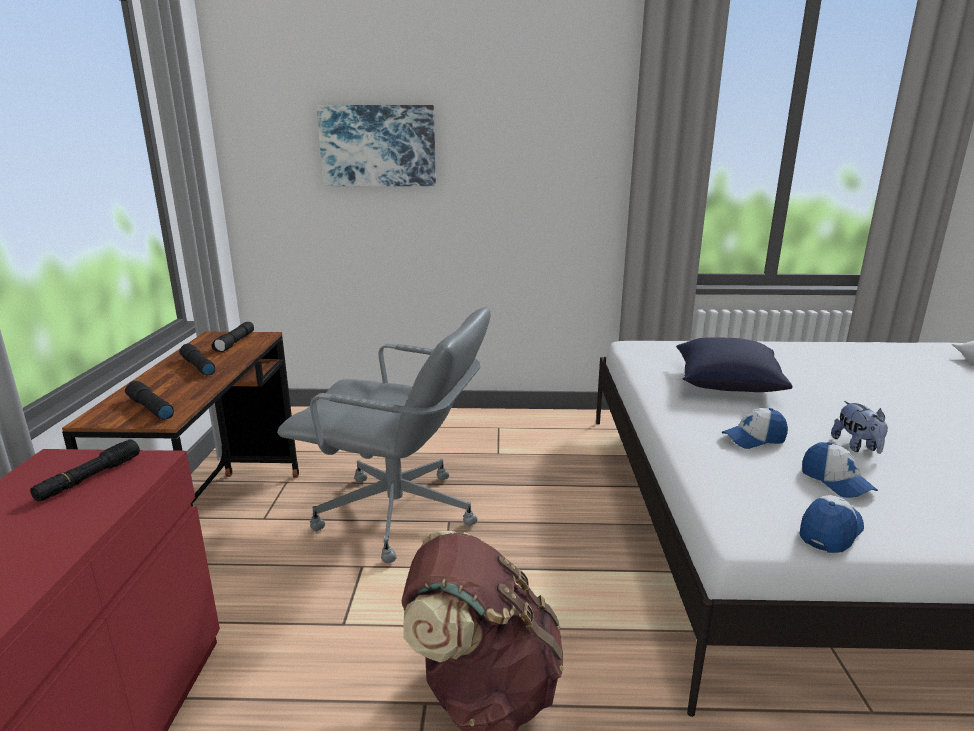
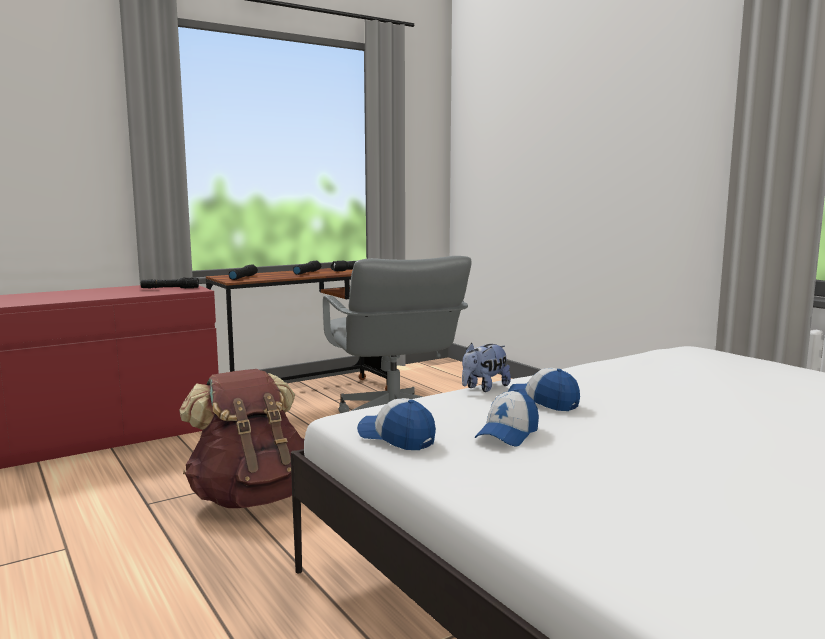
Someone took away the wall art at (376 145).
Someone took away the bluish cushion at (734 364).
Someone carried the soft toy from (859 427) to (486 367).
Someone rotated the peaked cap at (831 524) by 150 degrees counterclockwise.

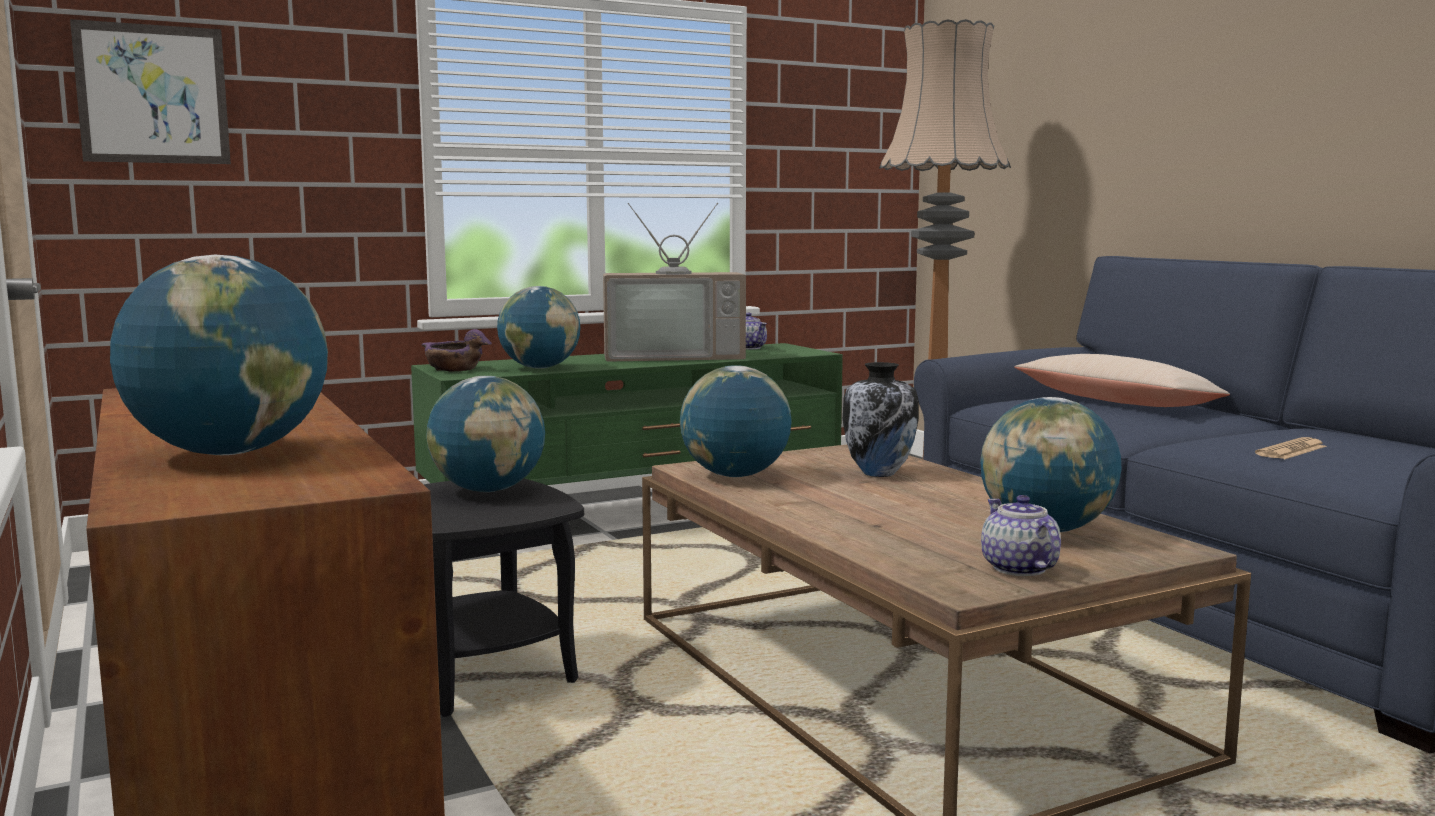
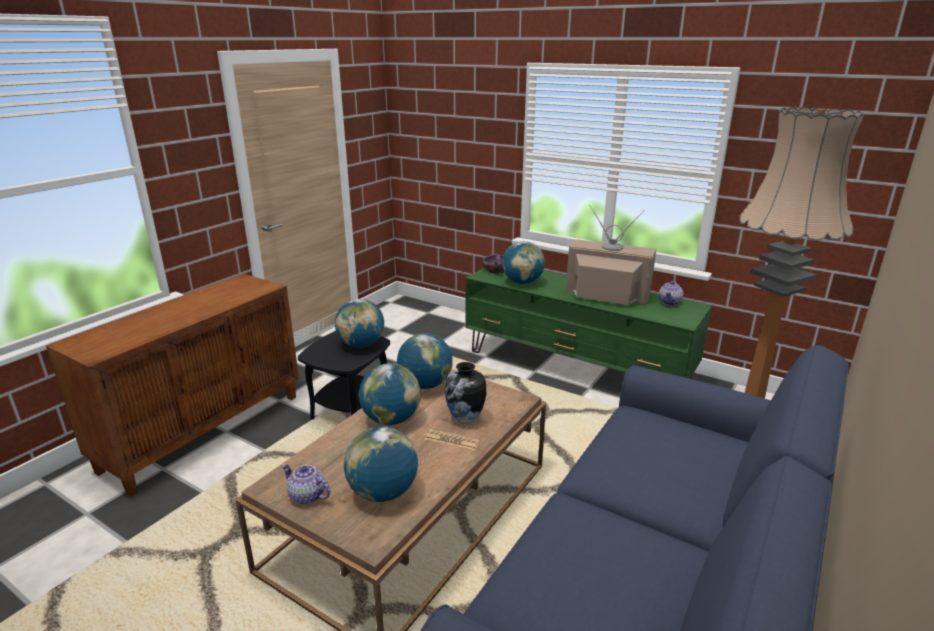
Someone took away the wall art at (150 91).
Someone took away the sand-coloured cushion at (1122 380).
Someone carried the world globe from (219 355) to (390 394).
Someone carried the newspaper from (1291 448) to (452 440).
Someone rotated the TV at (674 282) by 150 degrees clockwise.
Someone rotated the pot for tea at (1021 535) by 105 degrees counterclockwise.

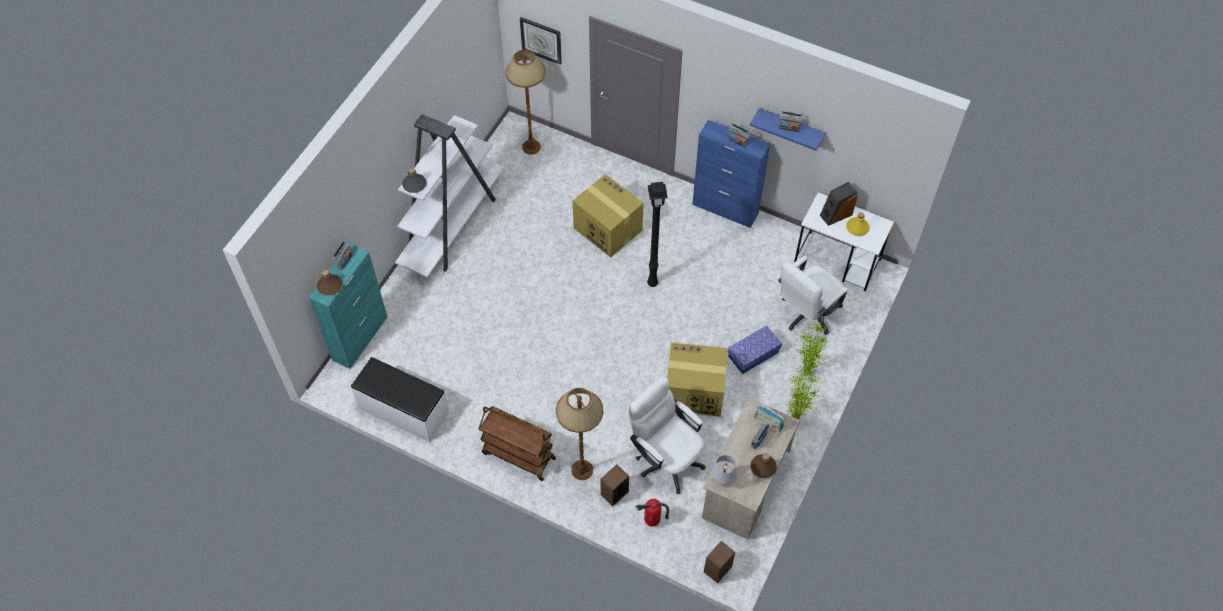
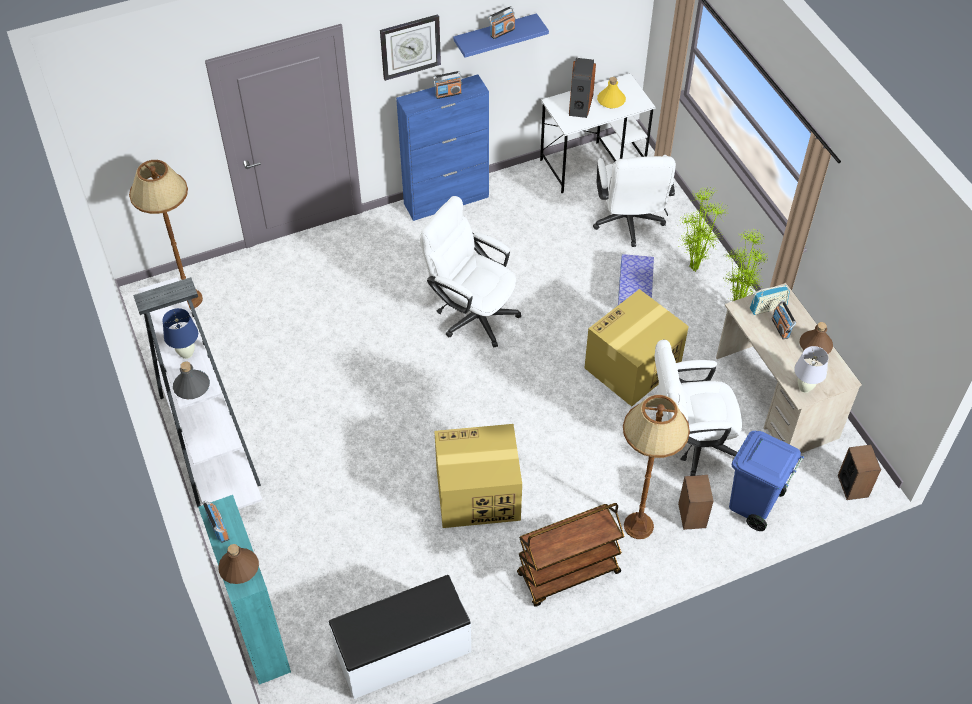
Someone put down the bluish table lamp at (180 333).
Someone carried the hanging clock from (541 41) to (410 47).
Someone carried the packing box from (608 216) to (478 476).
Someone swapped the fire extinguisher at (652 513) for the bluish waste bin at (766 481).
Someone swapped the blackish standing lamp at (657 234) for the whitish office chair at (470 272).

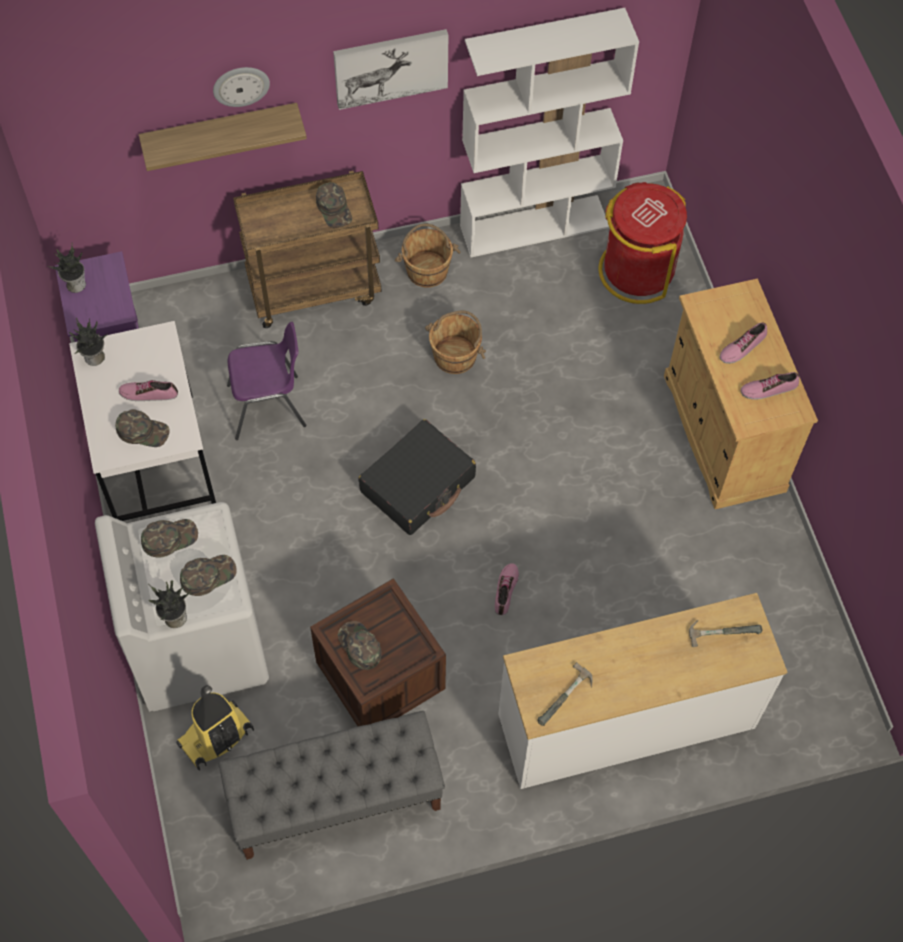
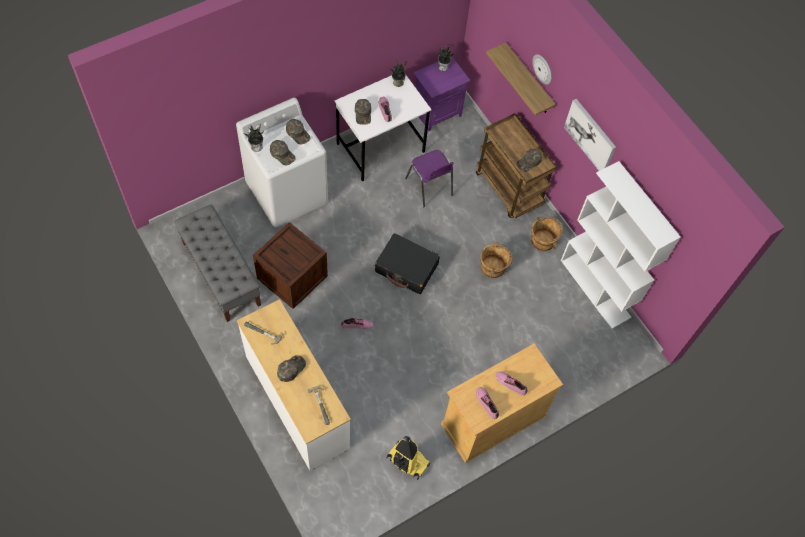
Someone took away the red-coloured waste bin at (642 243).
Someone carried the hoover from (215 728) to (408 458).
Someone carried the green-coloured peaked cap from (359 645) to (291 368).

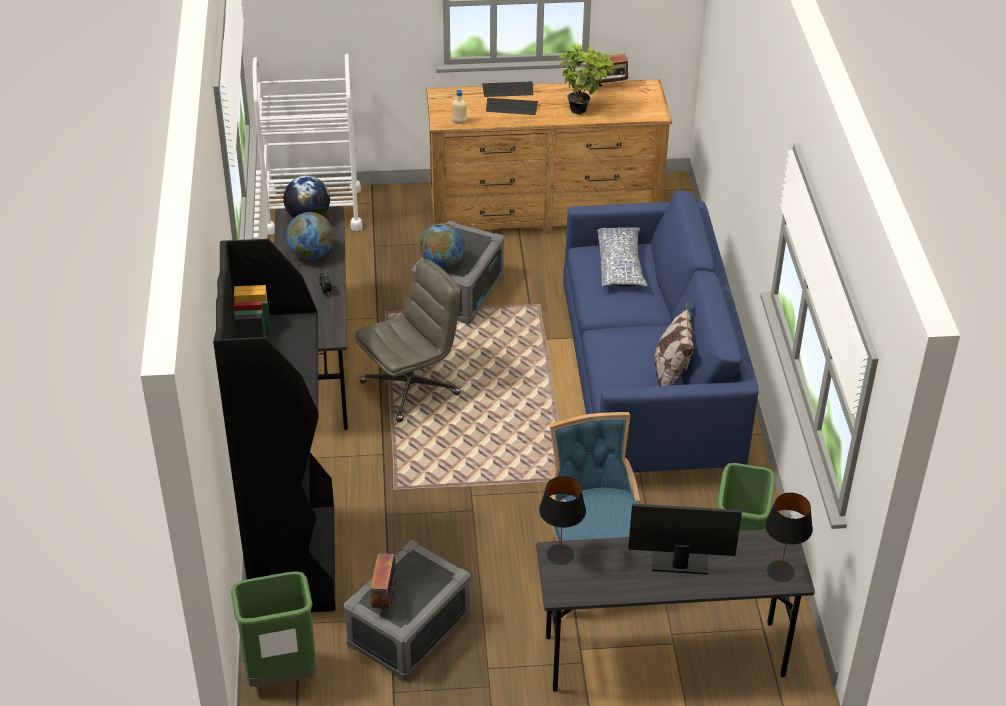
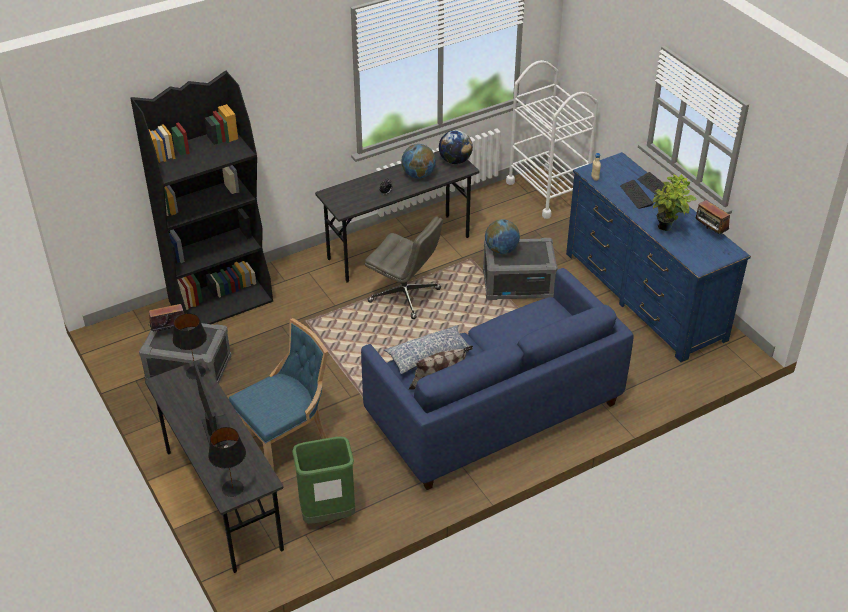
Someone took away the green-coloured waste bin at (274 629).
Someone carried the cushion from (622 257) to (428 349).
Someone repainted the brownish drawer chest at (549 156), which became the bluish drawer chest at (658 257).

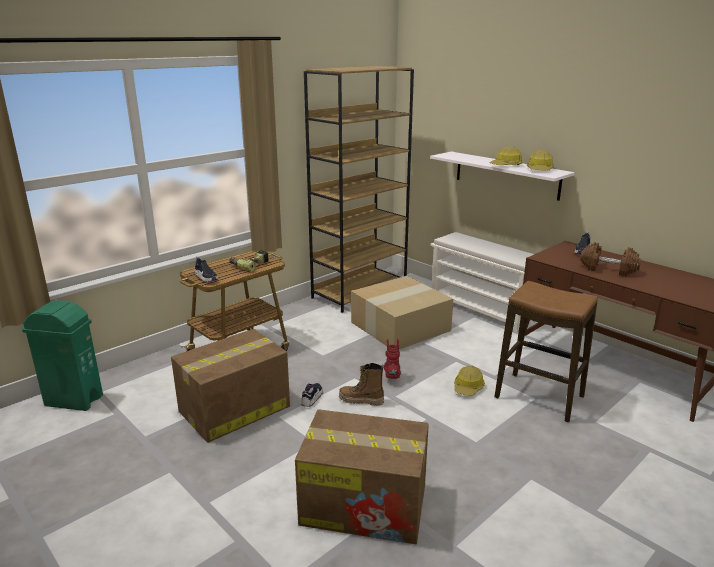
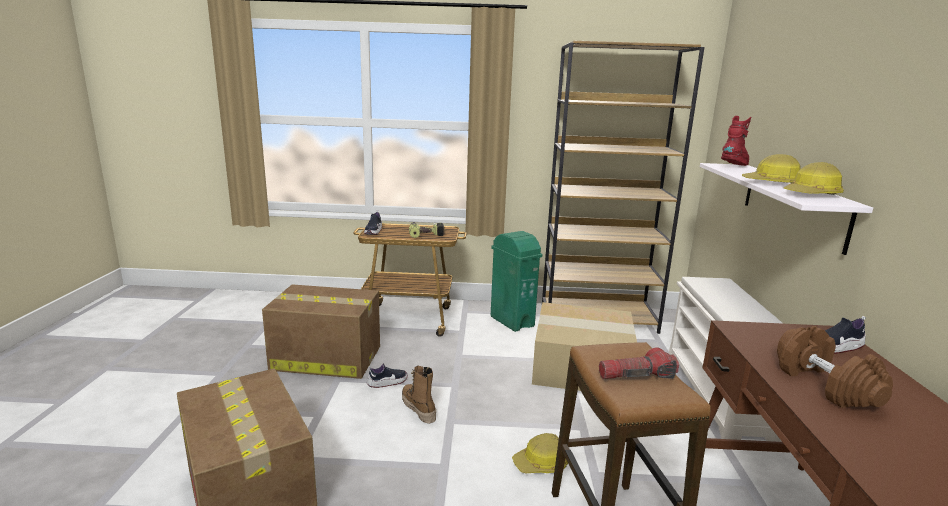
Someone put down the flashlight at (639 363).
Someone carried the green-coloured waste bin from (62 355) to (516 281).
Someone carried the red-coloured tall boot from (392 359) to (736 141).

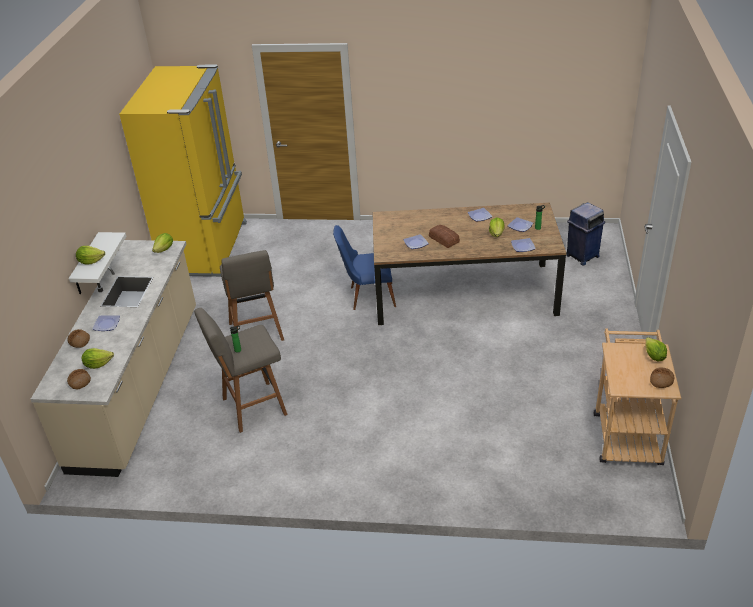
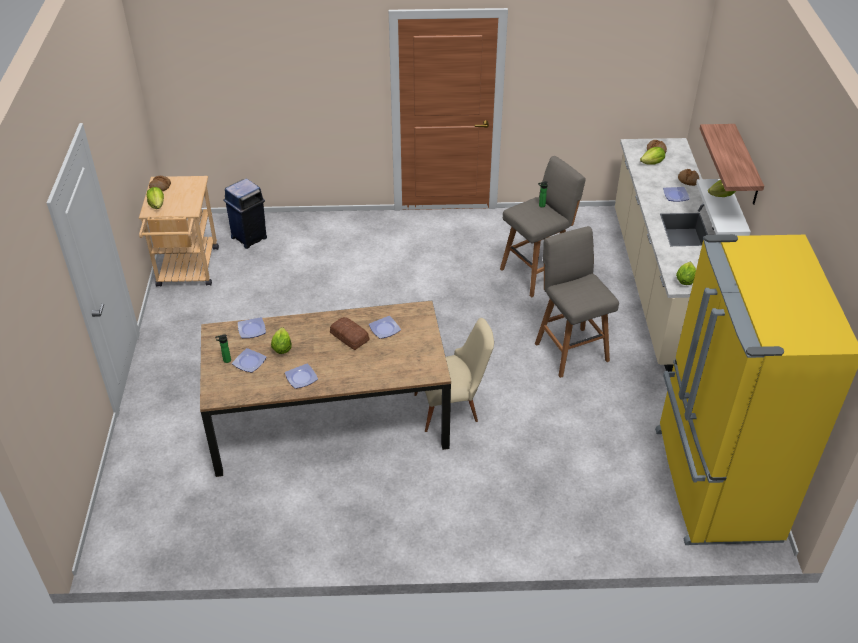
Someone put up the wall shelf at (731 164).
Someone carried the bluish waste bin from (585 233) to (245 213).
Someone repainted the bluish upright chair at (364 267), which became the sand-coloured upright chair at (454 375).

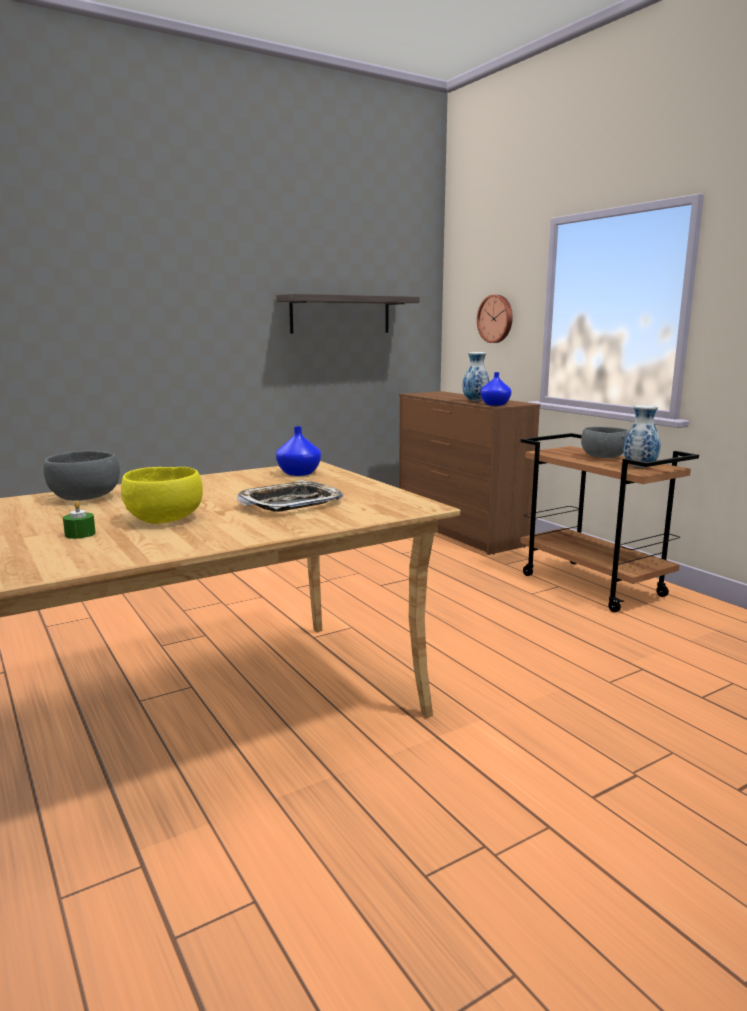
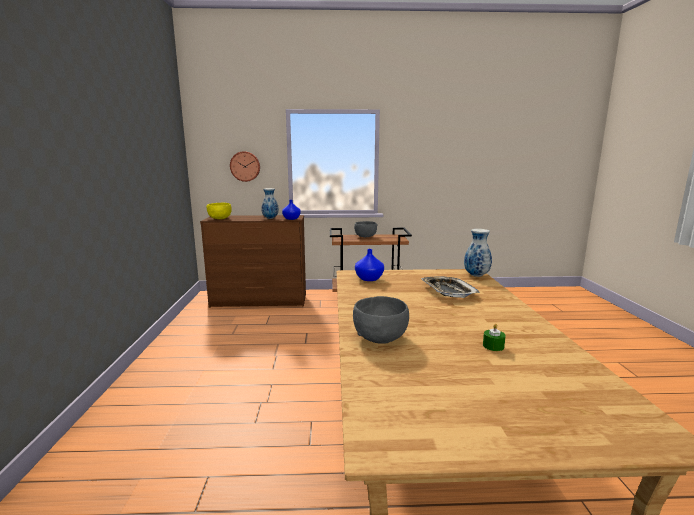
Someone took away the wall shelf at (348 314).
Someone carried the yellowish deep dish from (162 495) to (219 211).
Someone carried the flower vase from (641 436) to (478 253).

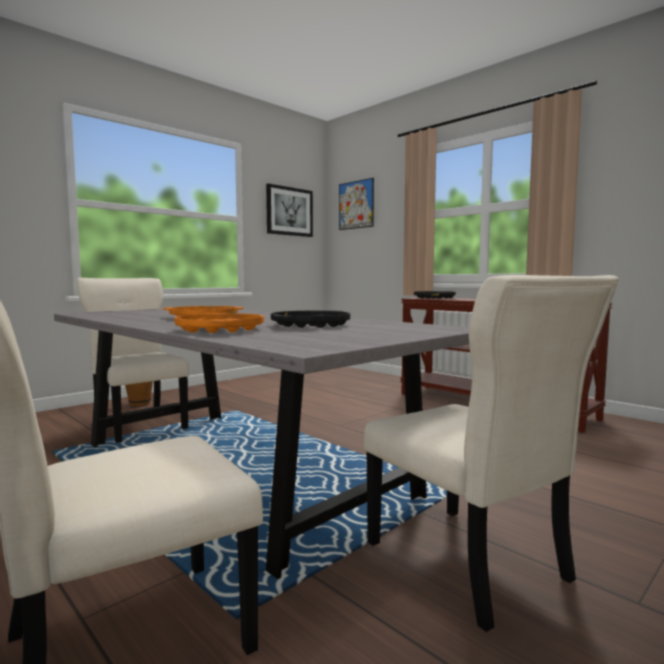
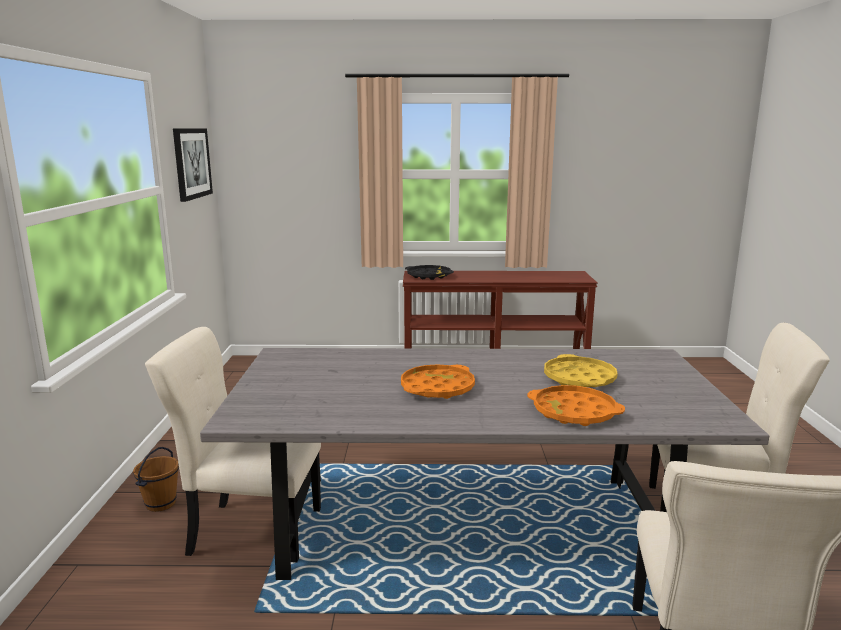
Someone took away the wall art at (356 204).
Someone repainted the blackish tray at (310 319), which became the yellowish tray at (581 370).

